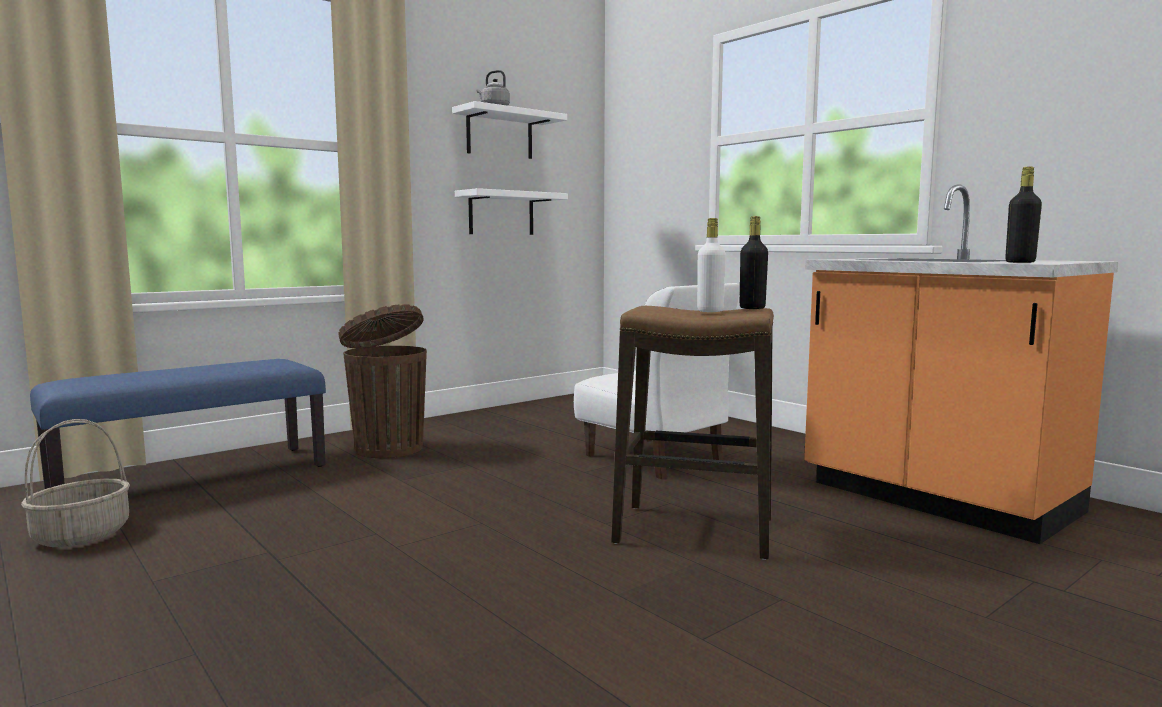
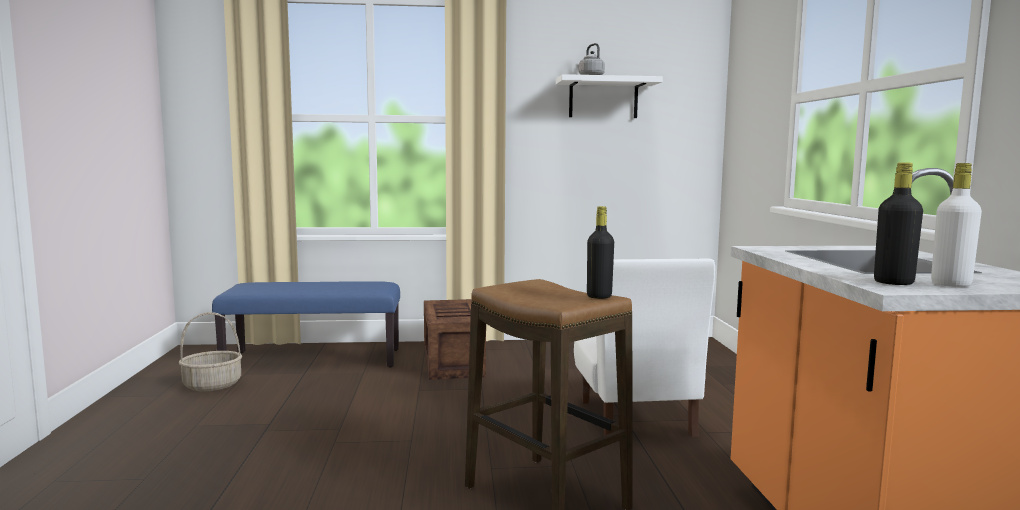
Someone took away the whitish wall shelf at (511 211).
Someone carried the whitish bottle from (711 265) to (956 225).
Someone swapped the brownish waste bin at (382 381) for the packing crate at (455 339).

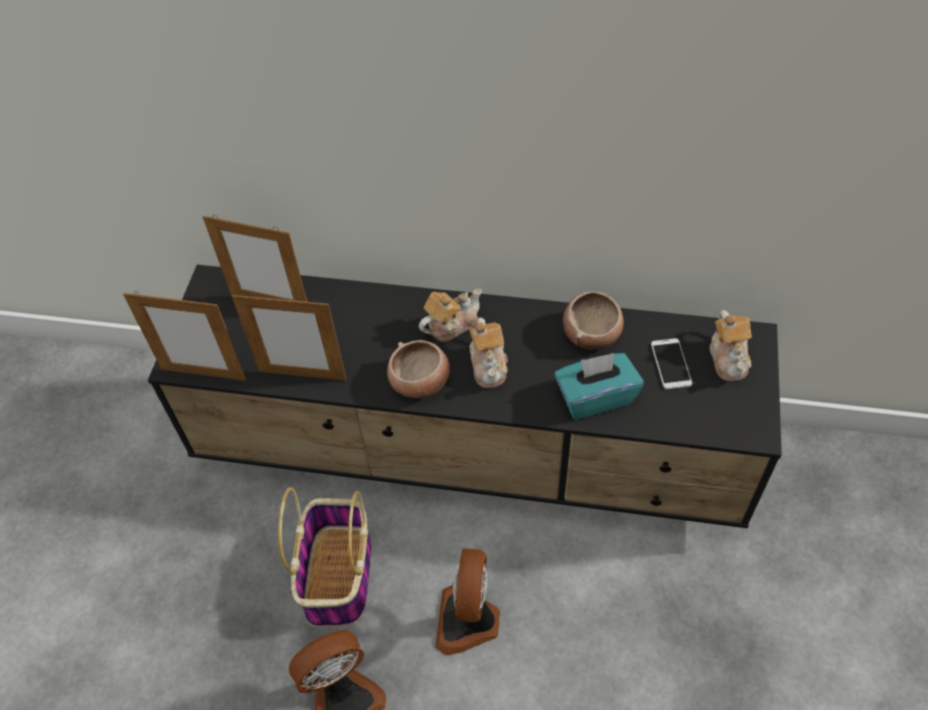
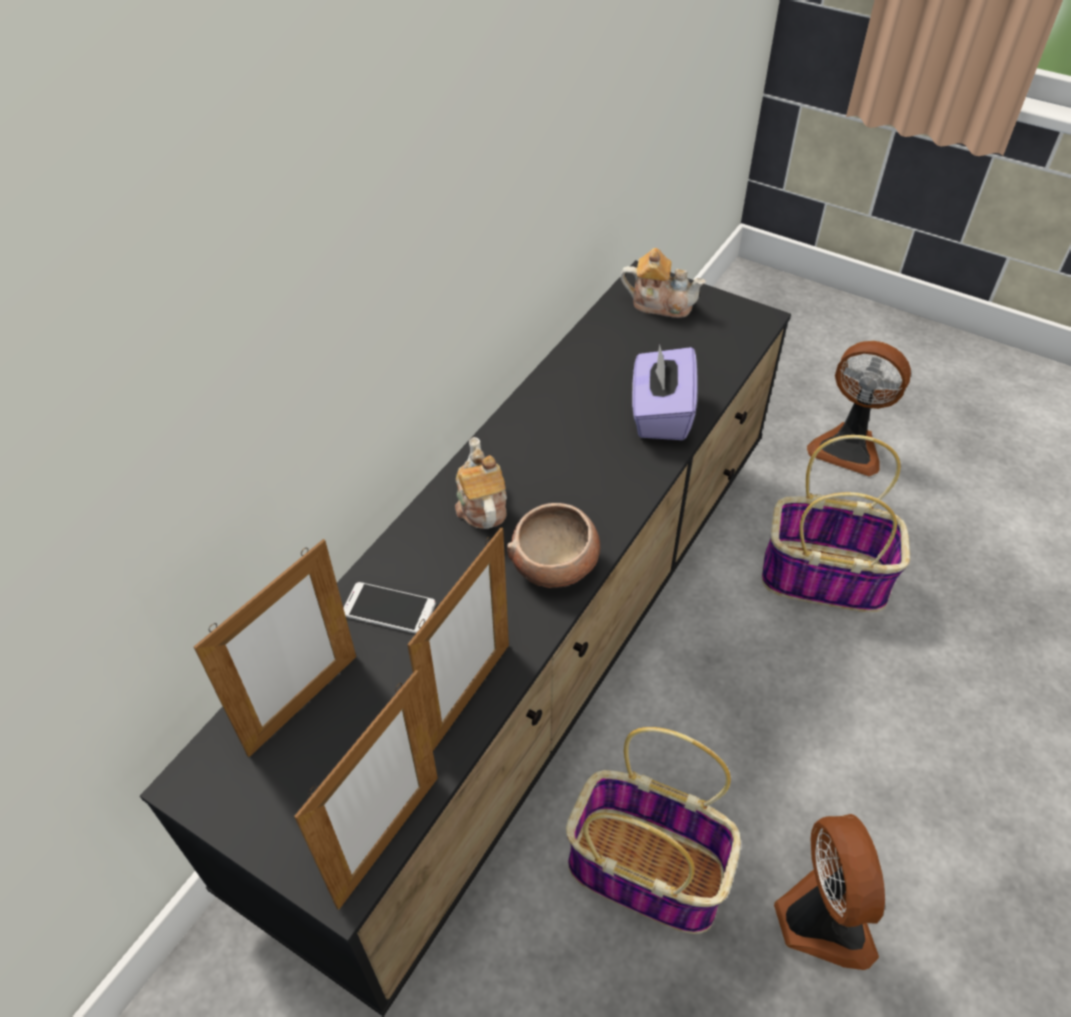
Someone took away the pot for tea at (488 353).
Someone took away the deep dish at (593 320).
Someone put down the household basket at (836 523).
Someone carried the electric fan from (467 601) to (859 409).
Someone carried the telephone from (671 363) to (389 608).
Someone repainted the turquoise-coloured tissue holder at (599 386), which became the purple-coloured tissue holder at (665 392).

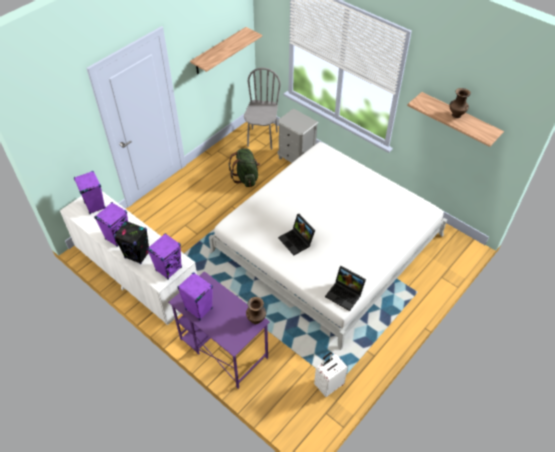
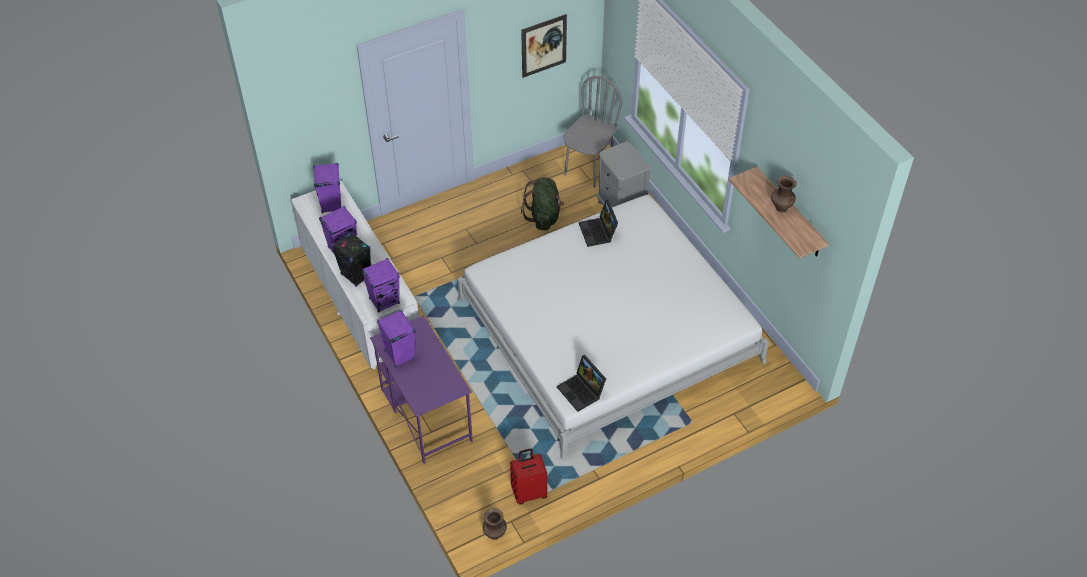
Someone carried the brownish flower vase from (256 310) to (495 524).
Someone carried the portable computer from (296 234) to (598 223).
Someone swapped the wall shelf at (226 50) for the wall art at (544 46).
Someone repainted the whitish travel case at (331 374), which became the red-coloured travel case at (528 476).

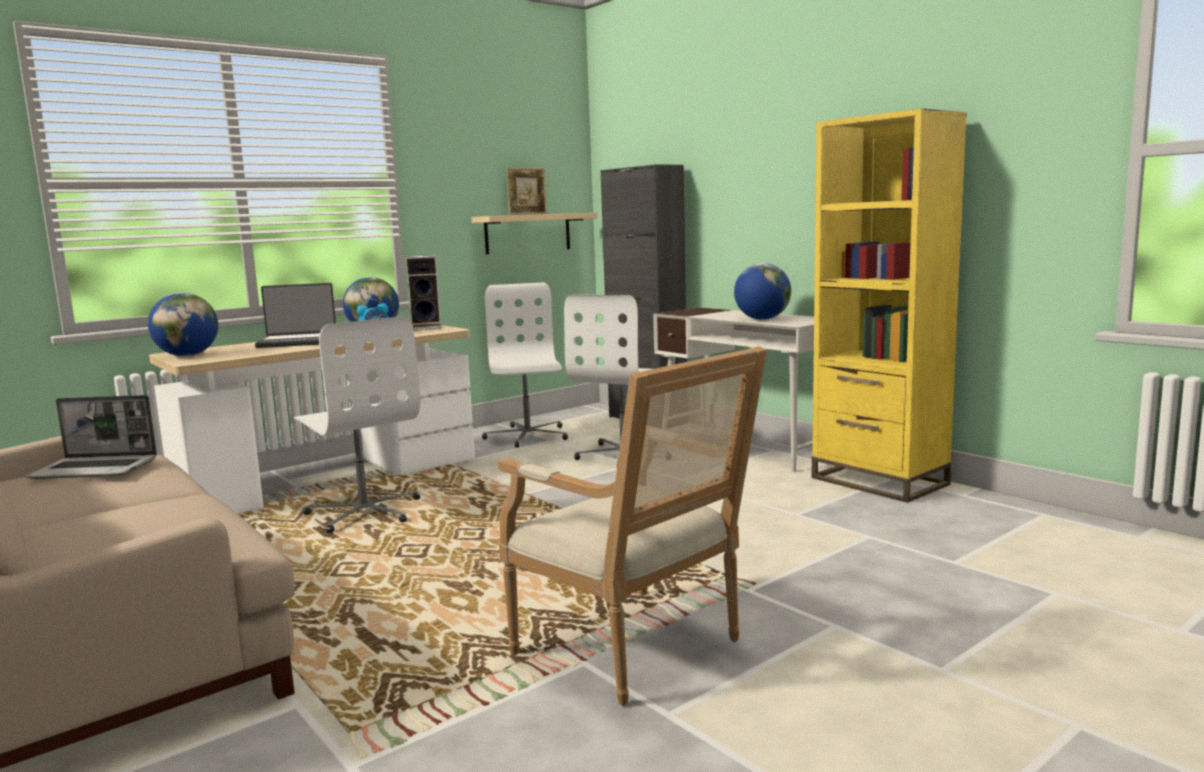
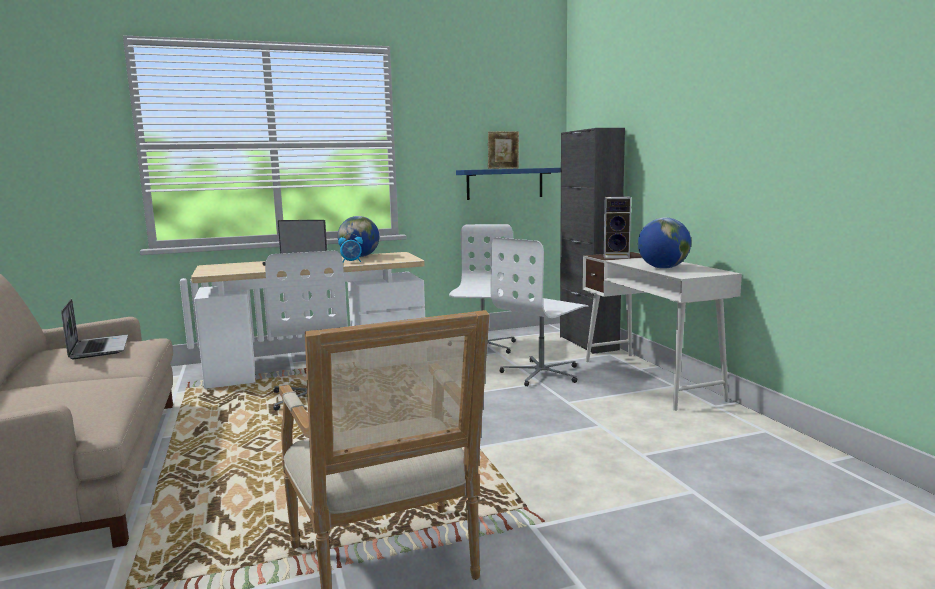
Someone took away the world globe at (183 324).
Someone took away the yellowish shelving unit at (889 305).
Someone carried the loudspeaker from (423 292) to (617 227).
Someone repainted the sand-coloured wall shelf at (535 233), which became the bluish wall shelf at (508 184).
Someone rotated the portable computer at (91 437) by 135 degrees counterclockwise.

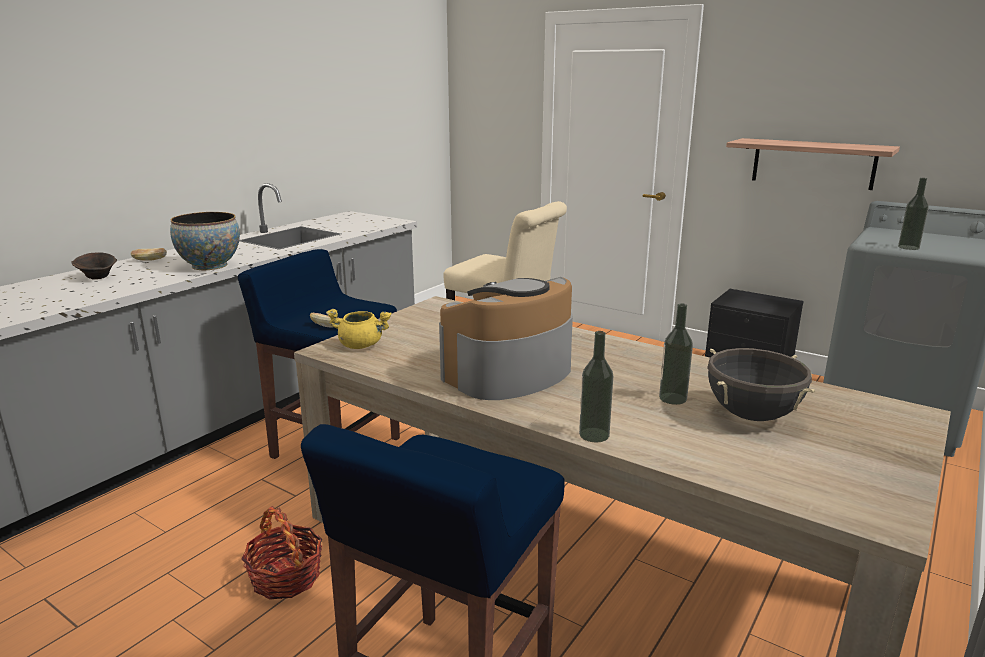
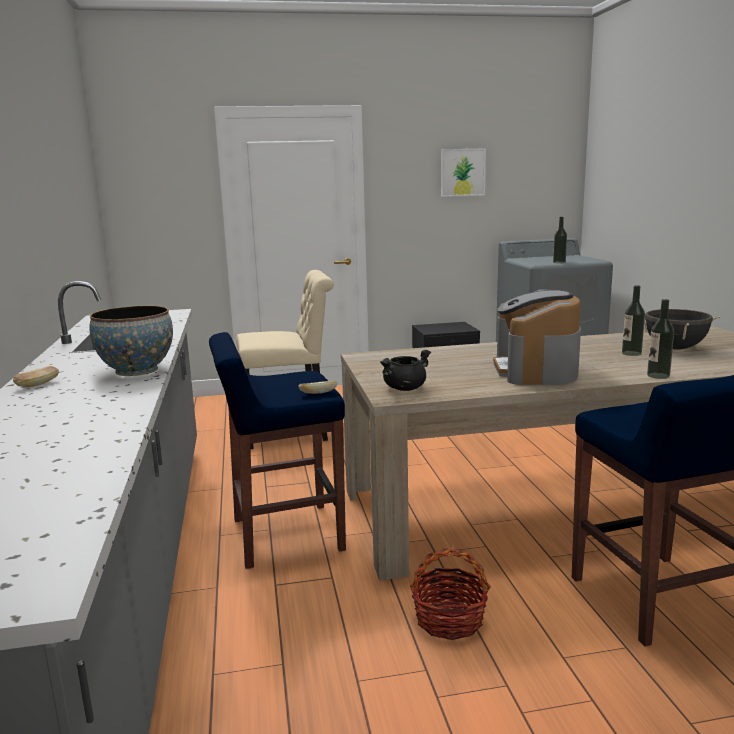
Someone took away the brownish deep dish at (94 265).
Someone took away the wall shelf at (813 164).
Someone put up the wall art at (463 172).
Someone repainted the yellowish cooking pot at (358 329), which became the blackish cooking pot at (405 370).

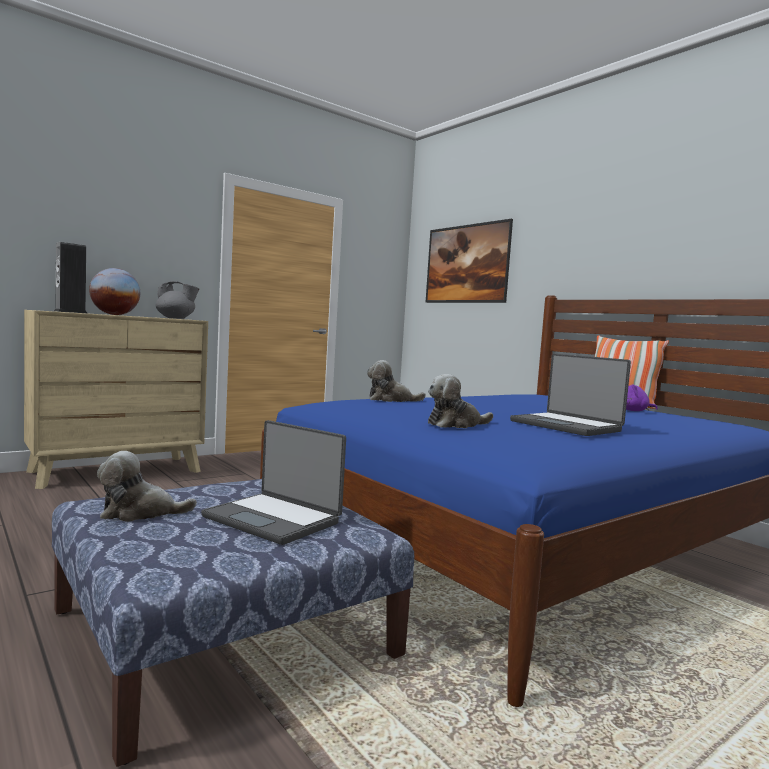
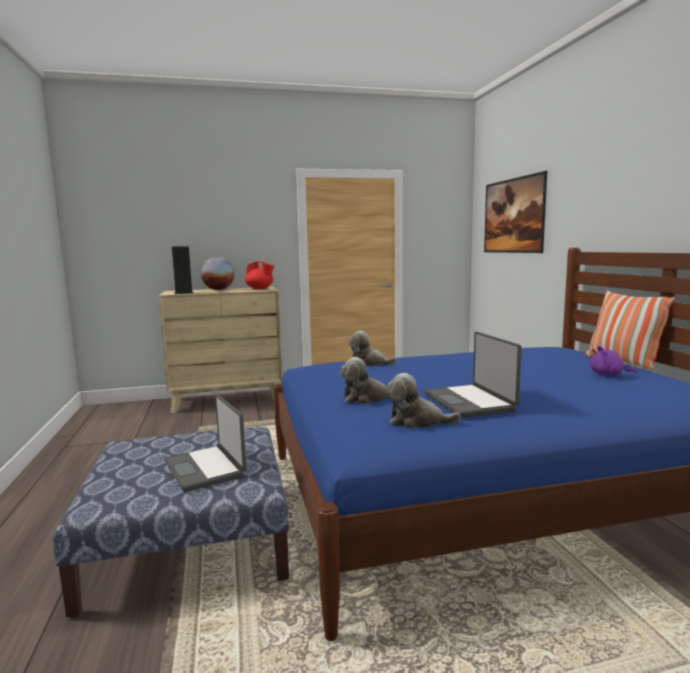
Someone carried the soft toy from (147 486) to (423 400).
Someone repainted the grey pot for tea at (177 300), which became the red-coloured pot for tea at (259 275).

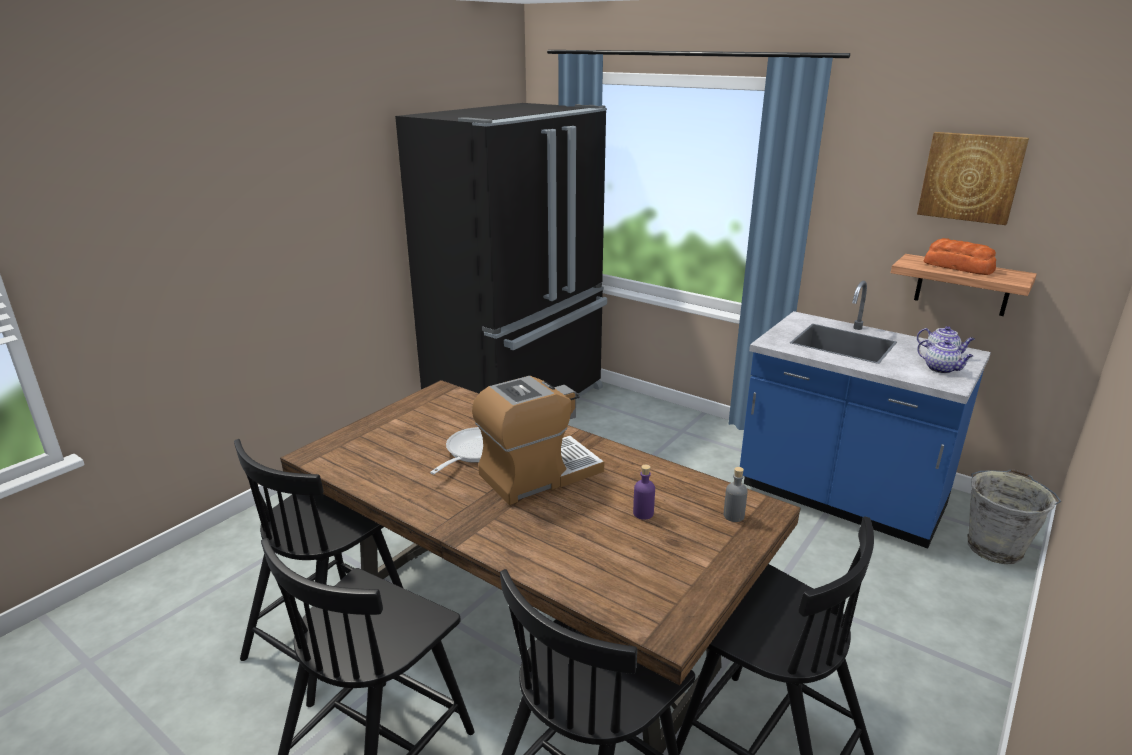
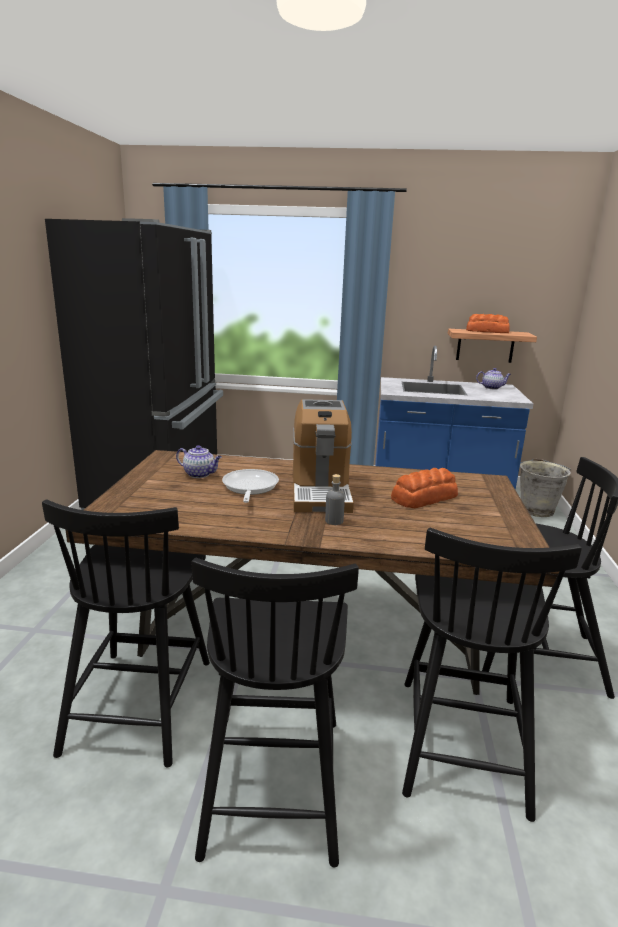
Someone took away the wall art at (973 178).
Someone carried the grey bottle from (736 494) to (335 499).
Someone carried the pot for tea from (945 357) to (199 461).
Someone swapped the purple-coloured bottle at (644 492) for the bread at (424 488).
Someone rotated the coffee machine at (538 440) by 150 degrees clockwise.

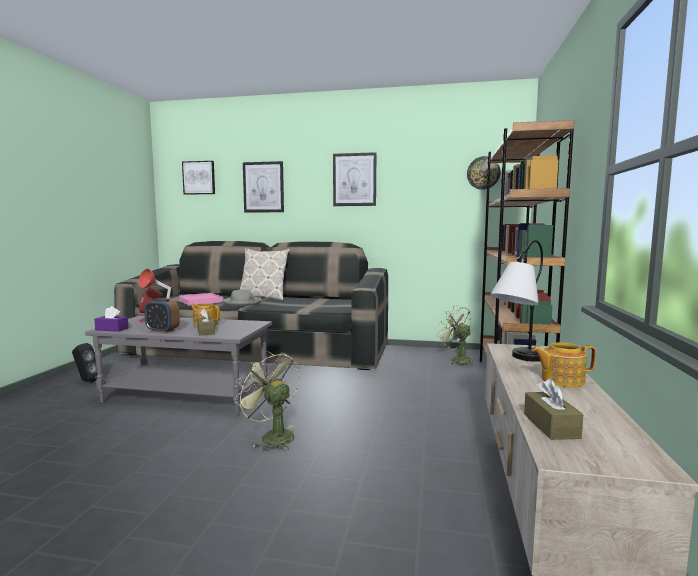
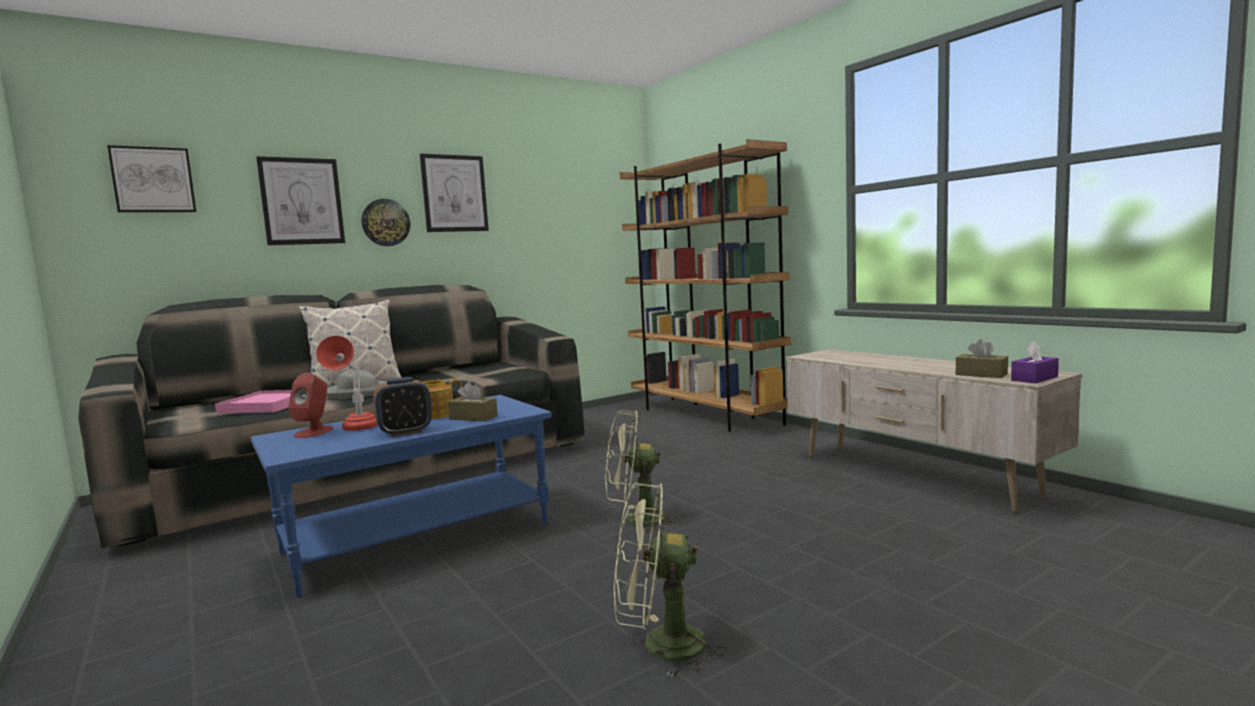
Someone took away the blackish loudspeaker at (84 362).
Someone took away the table lamp at (516 301).
Someone took away the pot for tea at (564 364).
Someone carried the purple-coloured tissue holder from (111 319) to (1035 362).
Someone carried the green-coloured electric fan from (455 335) to (670 580).
Someone carried the hanging clock from (484 173) to (386 222).
Someone repainted the grey lounge table at (178 365), which became the bluish lounge table at (401 496).

